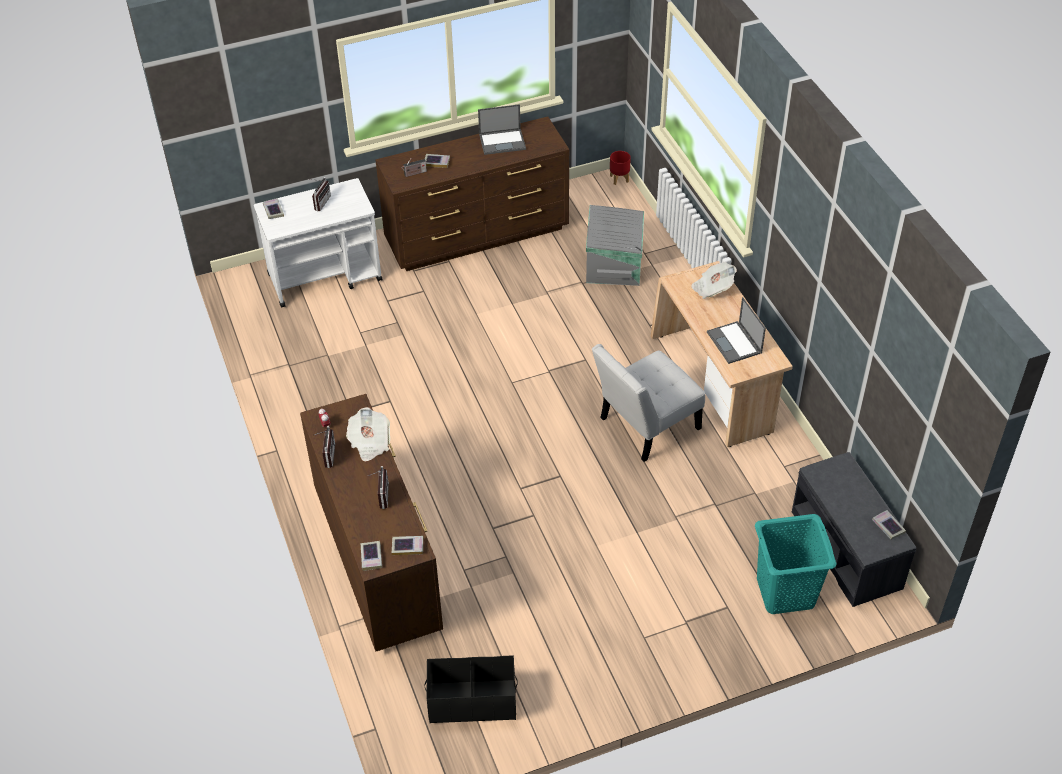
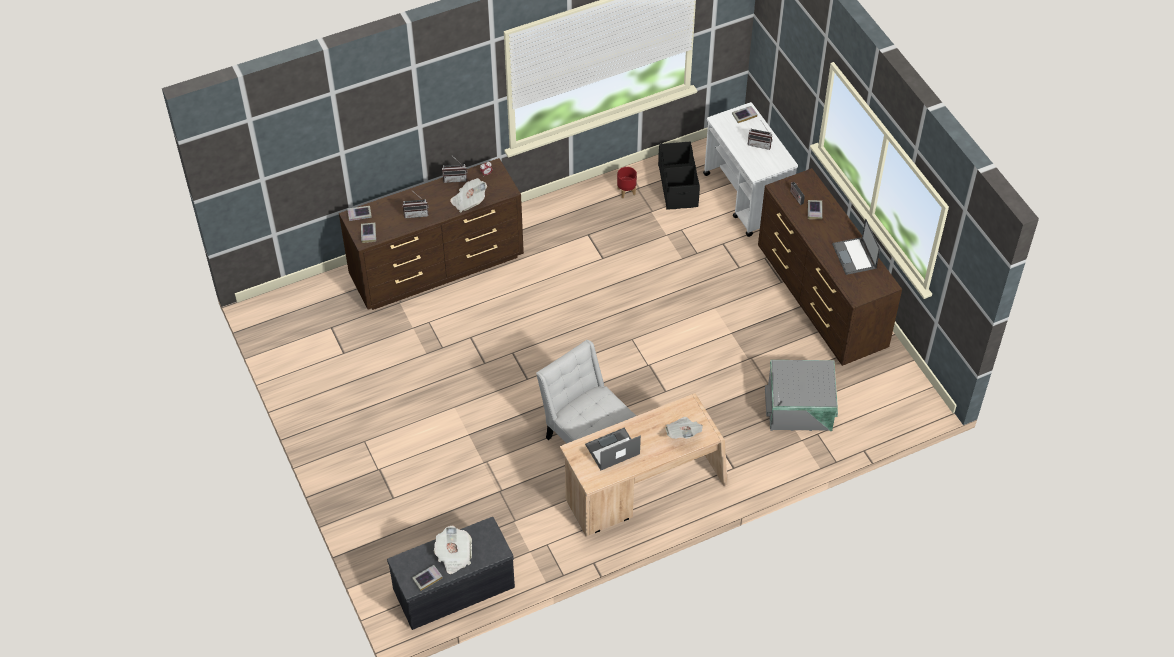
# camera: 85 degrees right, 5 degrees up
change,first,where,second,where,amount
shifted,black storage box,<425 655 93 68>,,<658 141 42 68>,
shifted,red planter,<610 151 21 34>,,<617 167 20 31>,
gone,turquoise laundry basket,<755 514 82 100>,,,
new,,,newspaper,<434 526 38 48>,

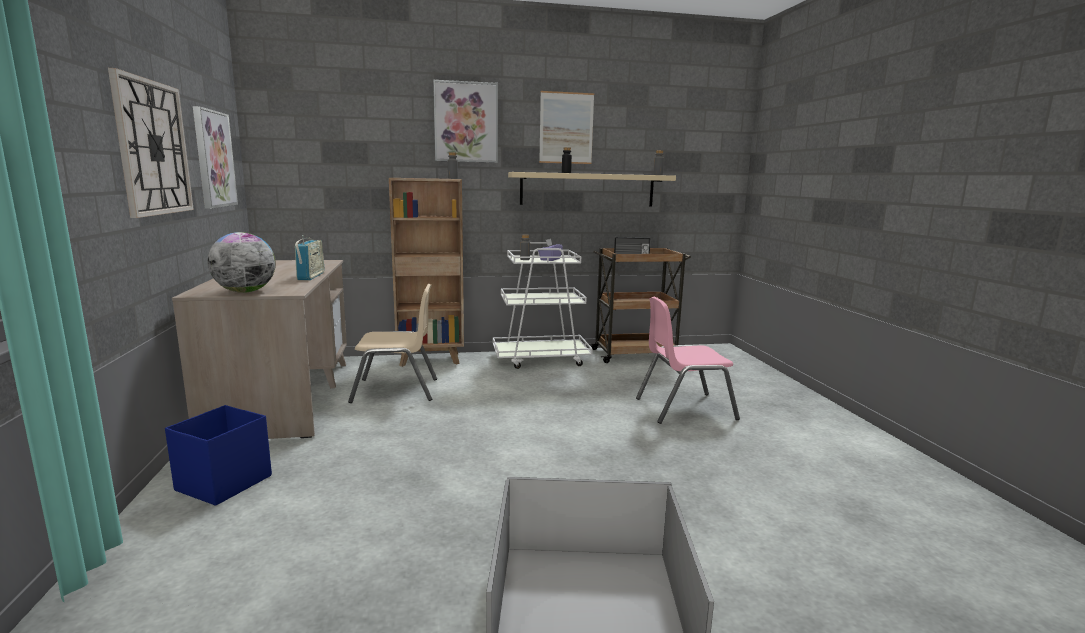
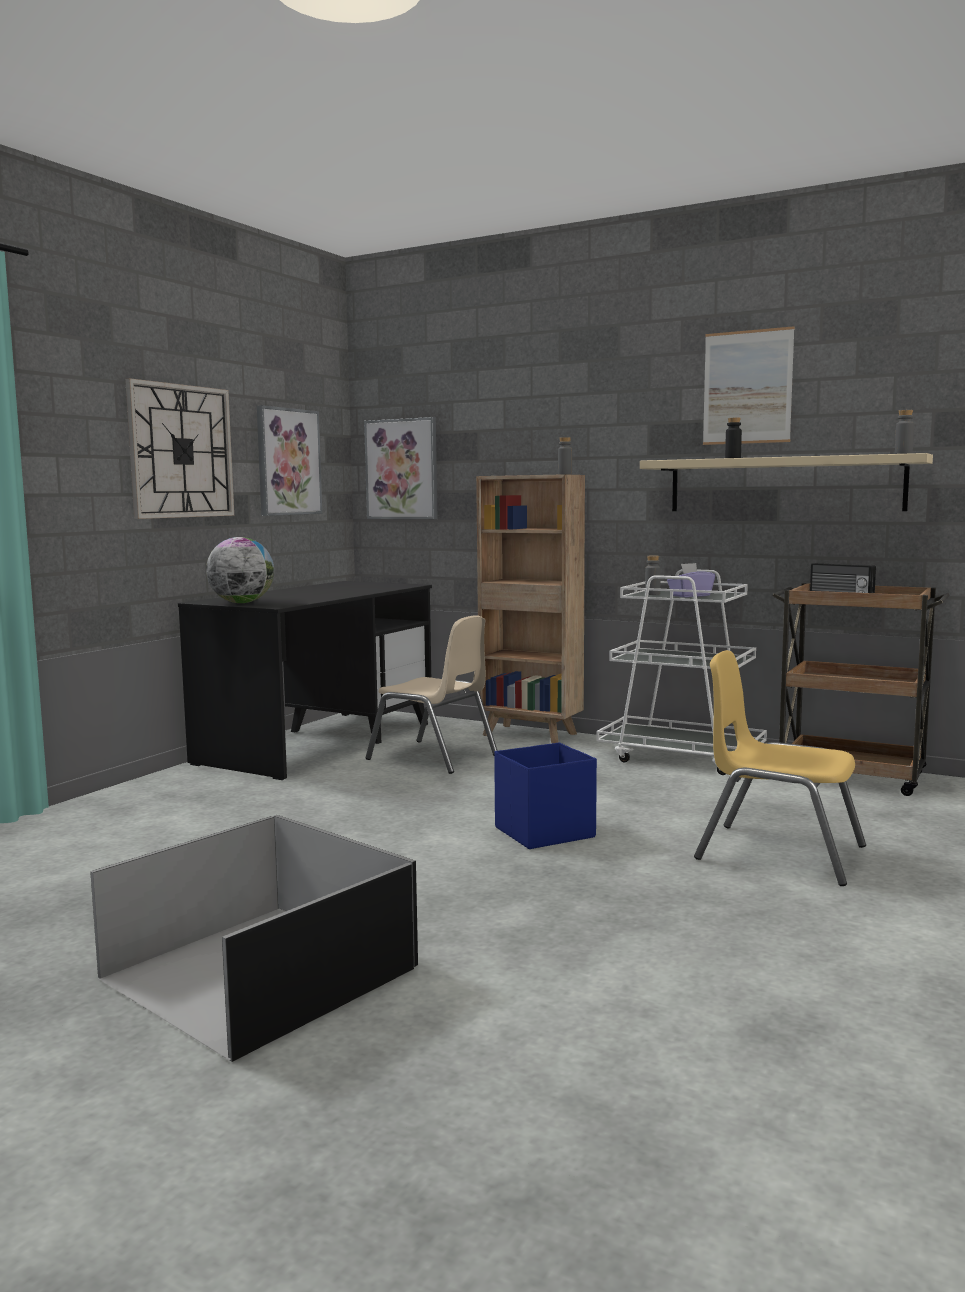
# camera: 40 degrees right, 5 degrees down
change,first,where,second,where,amount
shifted,blue storage box,<165 405 107 101>,,<494 742 103 107>,
repainted,beige desk,<172 260 175 179>,black desk,<178 581 254 199>,
gone,radio,<295 235 30 45>,,,
shifted,picture,<433 80 65 83>,,<364 417 74 102>,
repainted,pink chair,<636 297 104 127>,yellow chair,<694 650 172 236>,

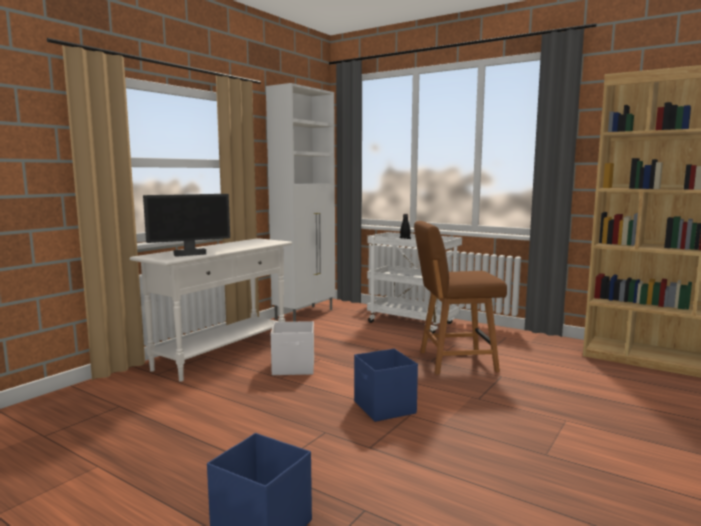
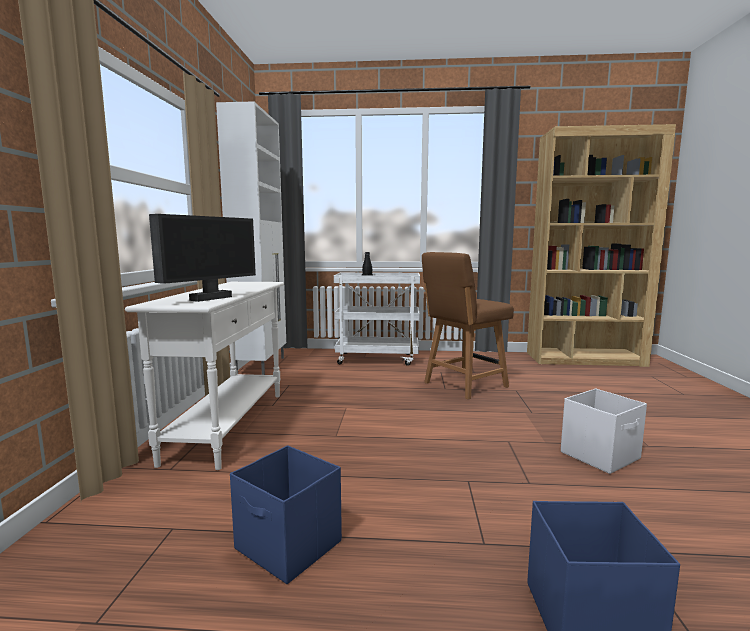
# camera: 30 degrees left, 0 degrees up
change,first,where,second,where,amount
shifted,white storage box,<271 321 43 54>,,<561 388 86 86>,
shifted,blue storage box,<354 349 64 73>,,<230 446 112 138>,

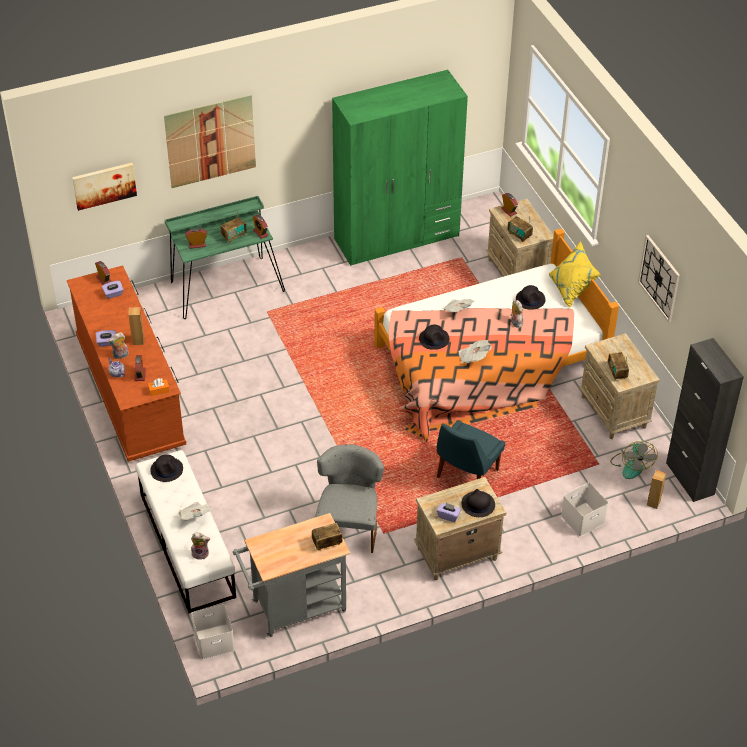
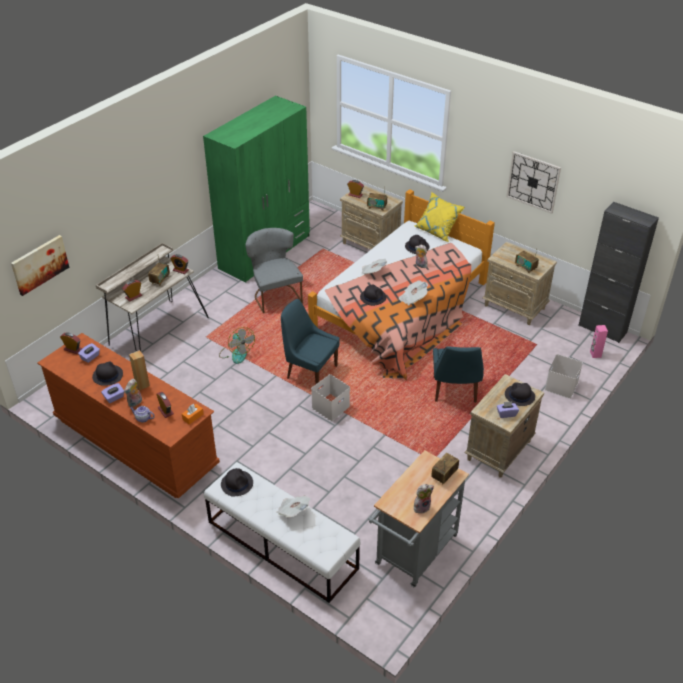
# camera: 30 degrees left, 5 degrees down
change,first,where,second,where,amount
gone,picture,<164 95 92 93>,,,
repainted,green desk,<165 196 120 123>,beige desk,<96 243 113 108>,
shifted,plush toy,<191 533 19 27>,,<414 484 20 29>,
shifted,white storage box,<191 604 44 56>,,<311 374 39 47>,
shifted,grey chair,<315 444 69 109>,,<245 228 58 85>,
shifted,fan,<610 441 48 38>,,<219 327 36 37>,
repainted,brown speaker,<647 470 19 39>,pink speaker,<590 325 18 33>,
new,,,black hat,<92 362 31 24>,
new,,,blue chair,<281 299 59 91>,

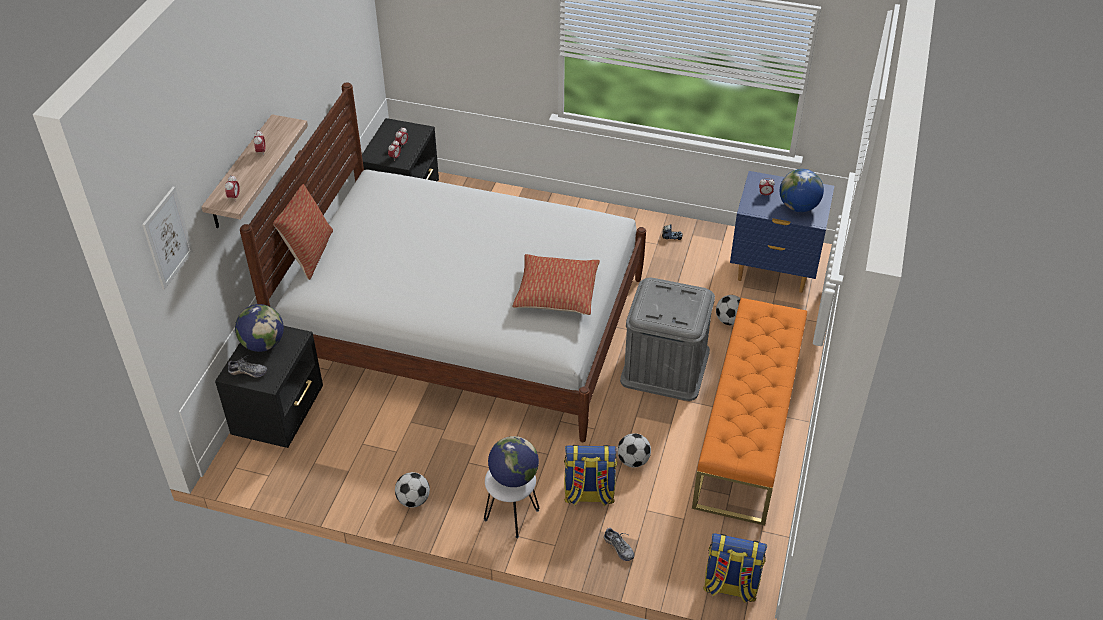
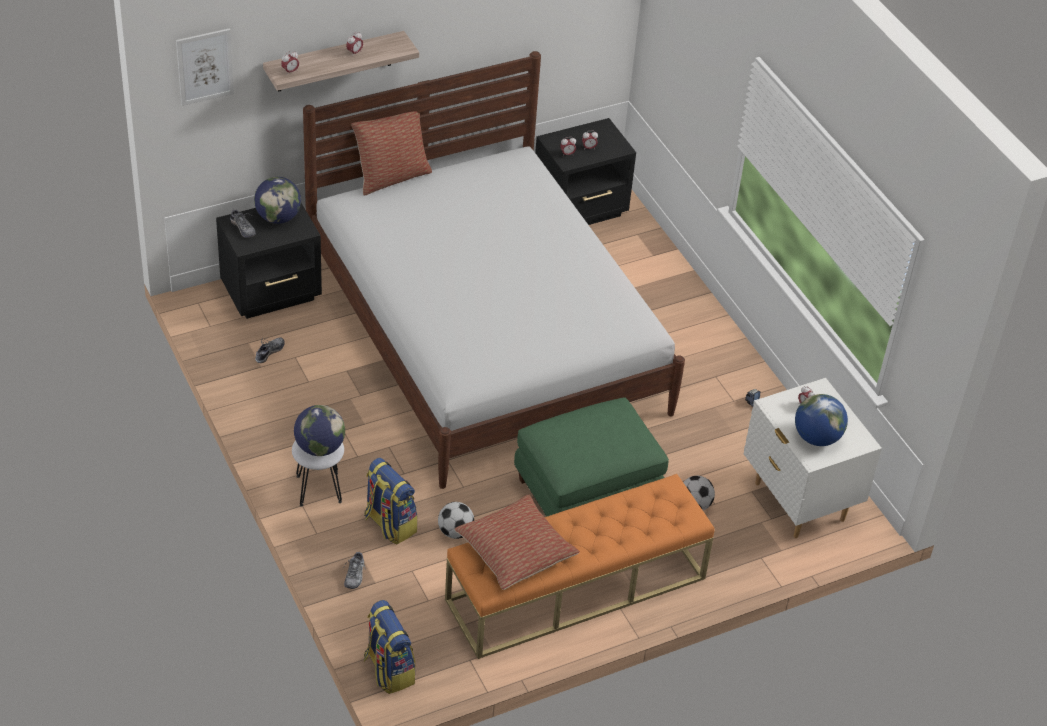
# camera: 45 degrees right, 0 degrees up
change,first,where,second,where,amount
gone,football,<395 472 35 36>,,,
shifted,pillow,<512 254 88 61>,,<454 495 126 95>,
swapped,grey storage box,<620 278 95 123>,green ottoman,<514 397 155 120>,
repainted,blue nightstand,<730 171 104 122>,white nightstand,<744 378 138 160>,
new,,,shoe,<255 337 30 26>,

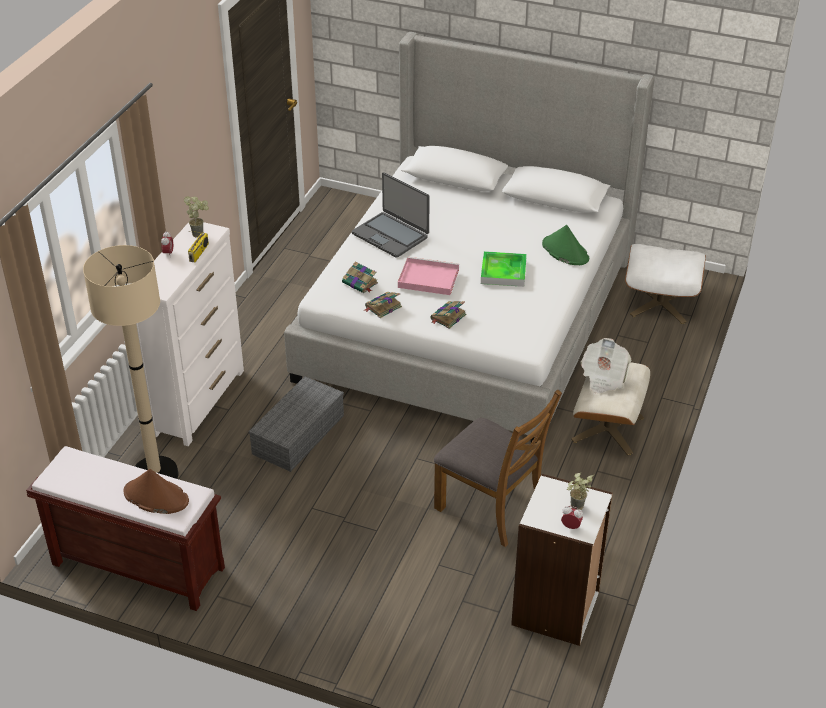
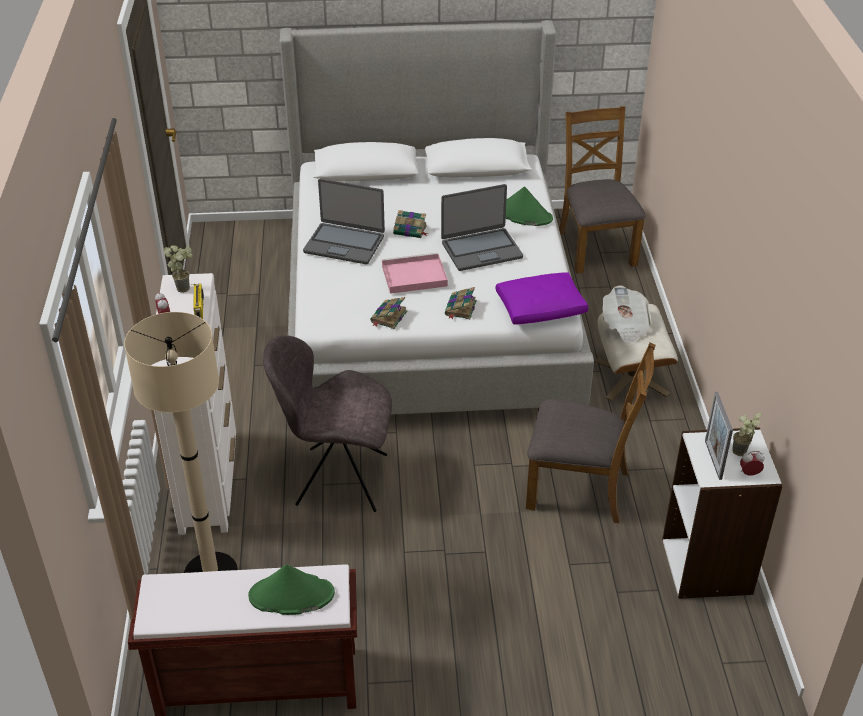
# camera: 25 degrees left, 0 degrees up
change,first,where,second,where,amount
repainted,brown hat,<124 469 65 45>,green hat,<248 564 87 51>,
swapped,grey storage box,<249 376 95 96>,grey chair,<263 335 129 177>,
shifted,book,<342 261 36 32>,,<393 210 35 28>,
swapped,tray,<481 251 46 36>,laptop,<441 184 82 87>,
swapped,white ottoman,<625 244 81 80>,brown chair,<559 106 87 168>,
new,,,purple pillow,<496 272 93 52>,
new,,,picture frame,<705 392 28 88>,

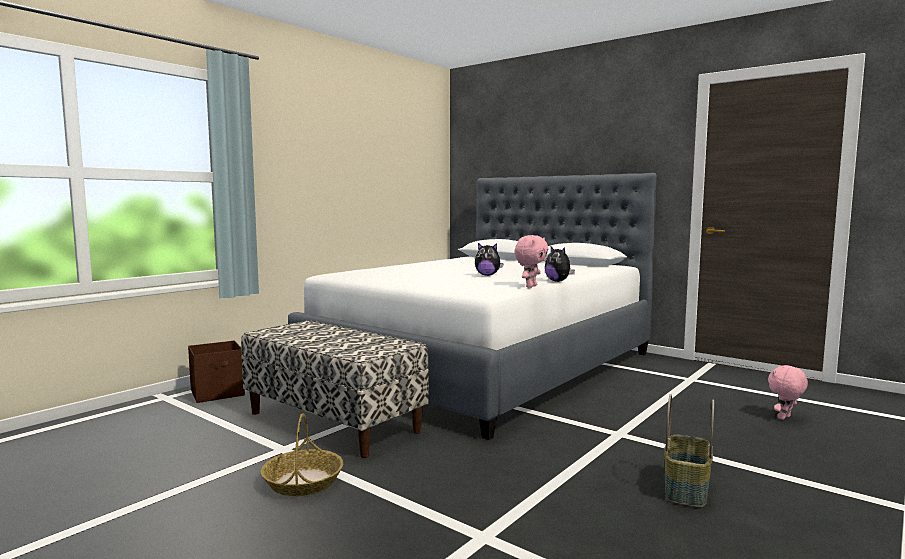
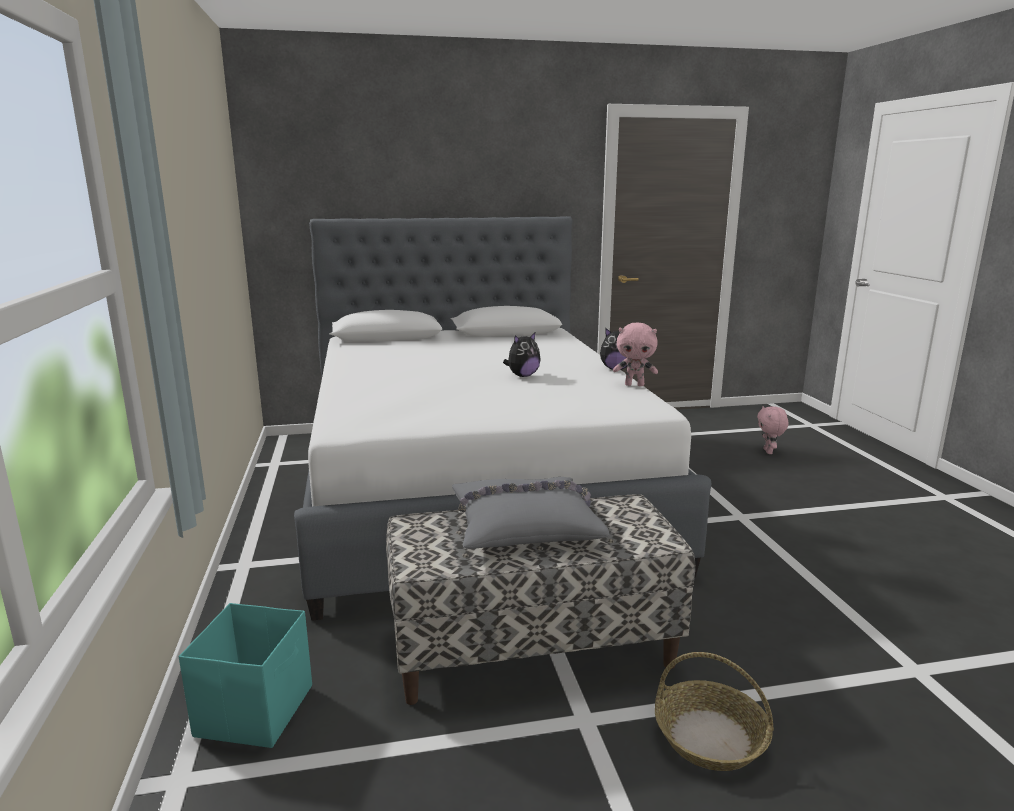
# camera: 50 degrees left, 10 degrees up
change,first,where,second,where,amount
repainted,brown storage box,<188 341 57 62>,turquoise storage box,<179 603 133 145>,
rotated,pink plush toy,<514 235 34 53>,,<613 323 45 63>,120 degrees clockwise
gone,basket,<664 394 50 113>,,,
new,,,grey pillow,<452 477 158 72>,

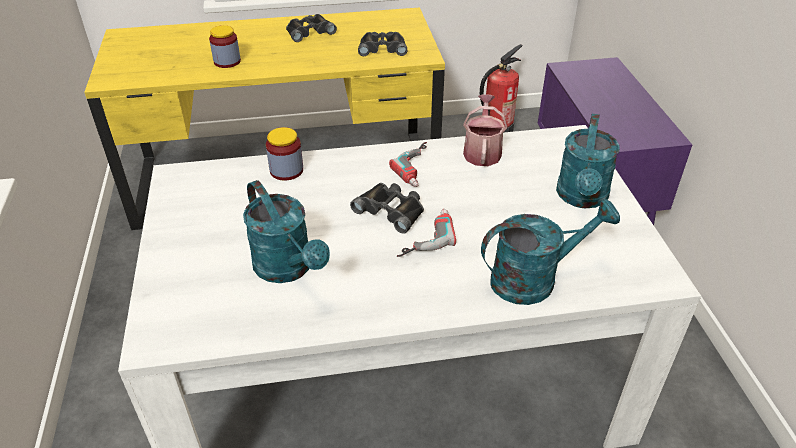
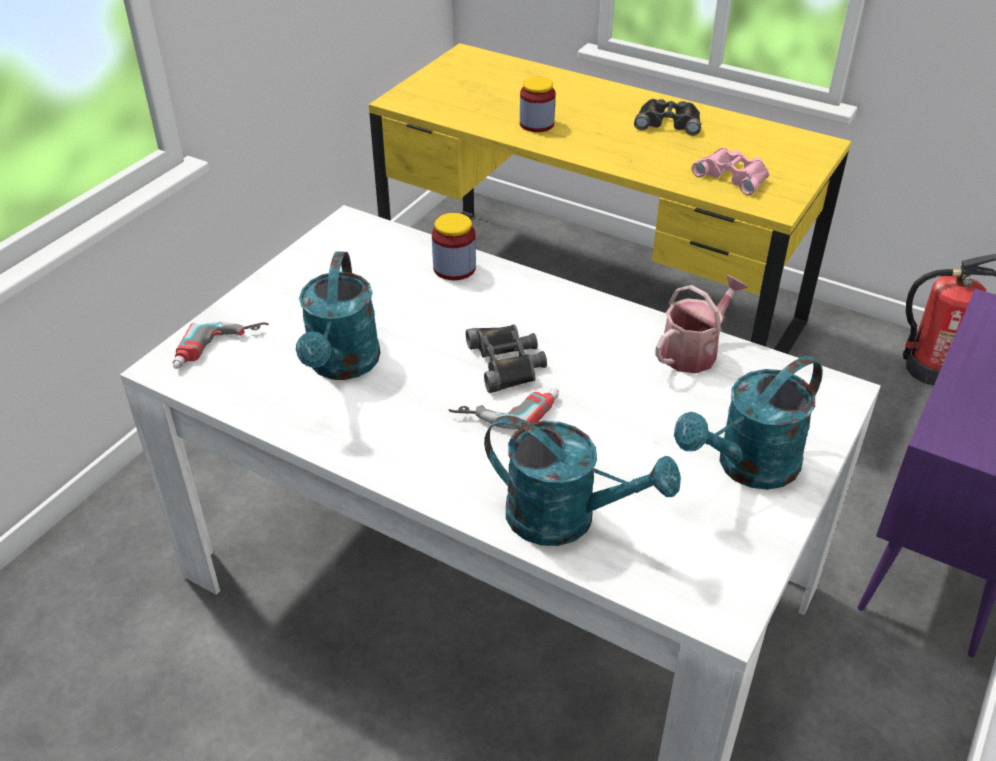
# camera: 40 degrees right, 0 degrees up
change,first,where,second,where,amount
repainted,black binoculars,<358 32 49 24>,pink binoculars,<691 147 78 48>,
shifted,power drill,<389 142 38 45>,,<173 322 96 47>,

